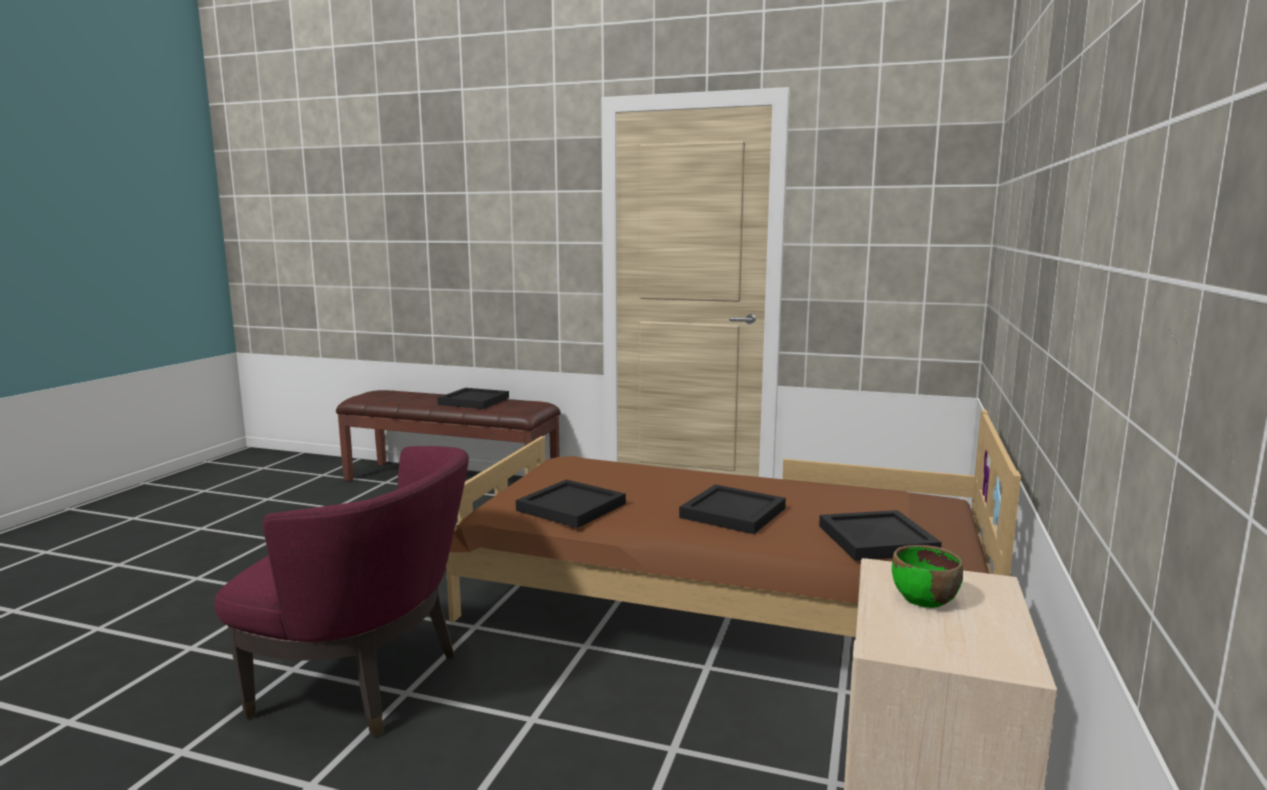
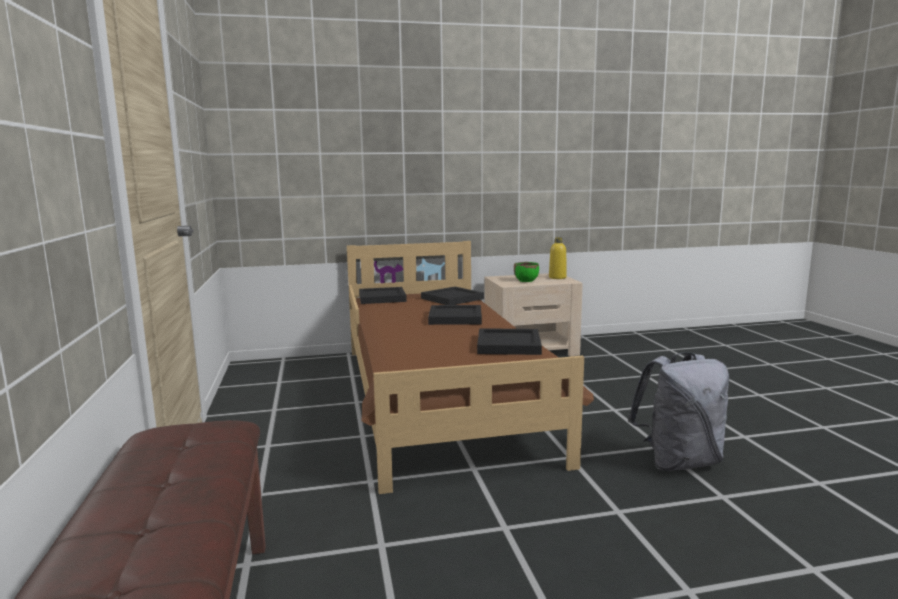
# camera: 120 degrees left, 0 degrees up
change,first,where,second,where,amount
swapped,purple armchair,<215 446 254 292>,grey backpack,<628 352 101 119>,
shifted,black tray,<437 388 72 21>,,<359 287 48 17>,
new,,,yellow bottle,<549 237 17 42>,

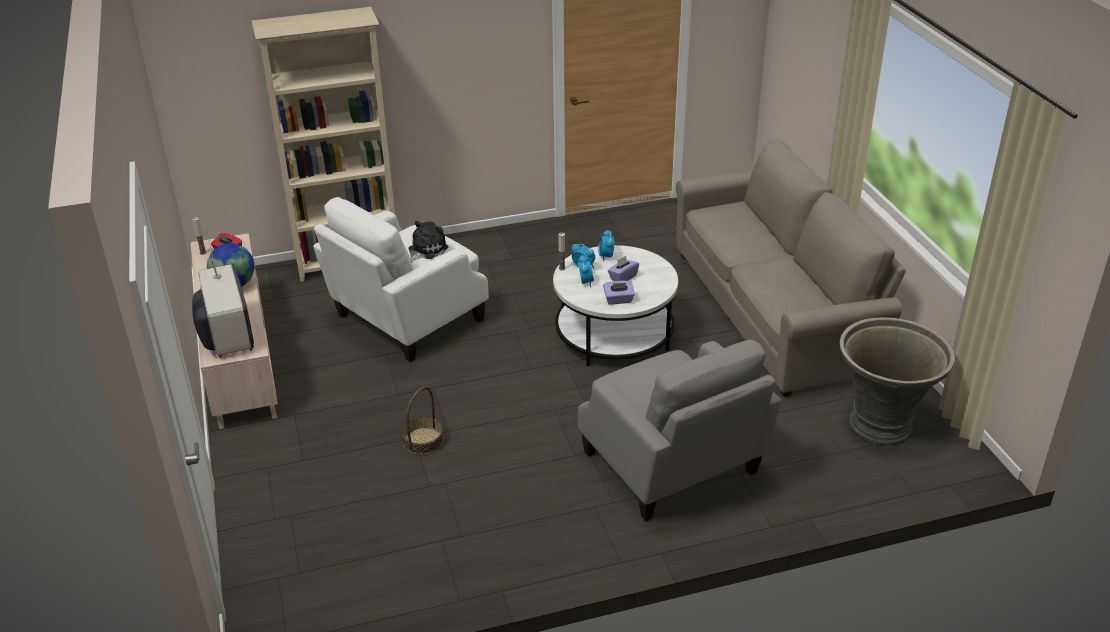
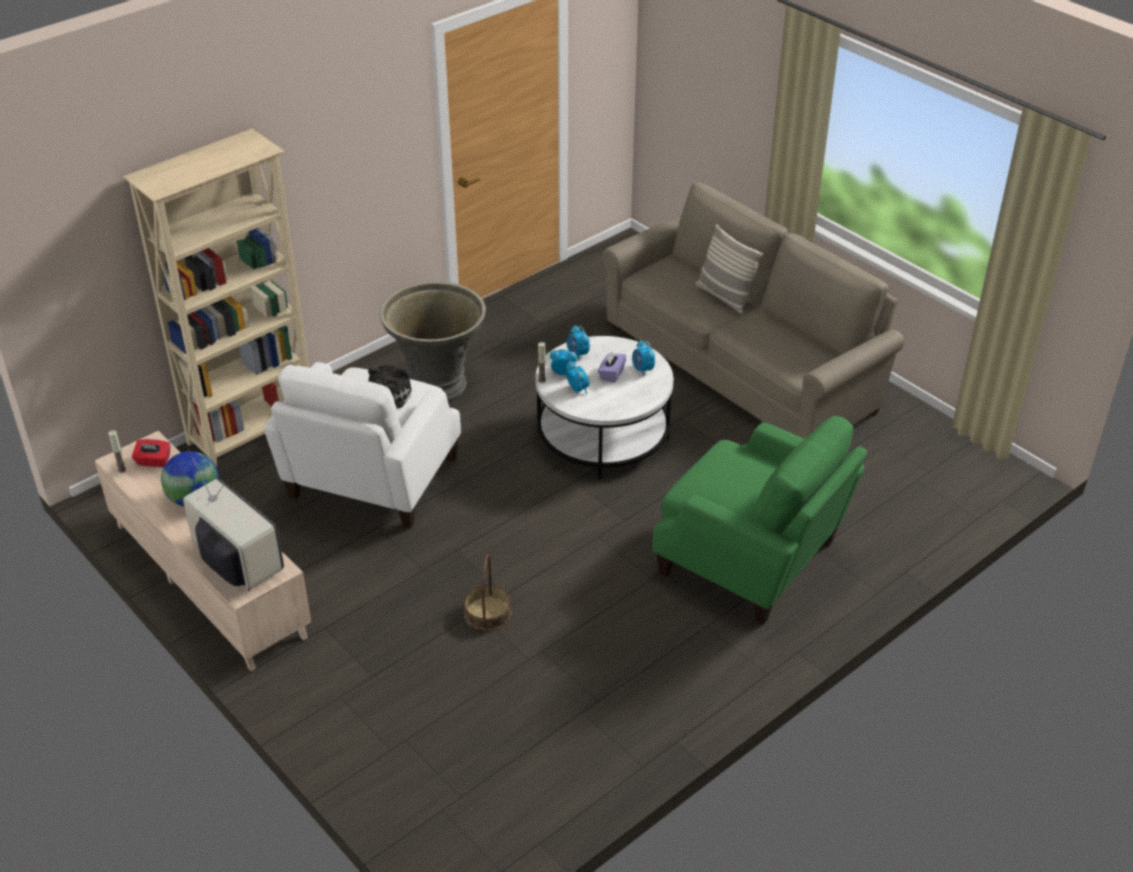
# camera: 25 degrees left, 5 degrees up
change,first,where,second,where,amount
repainted,grey armchair,<578 340 204 181>,green armchair,<652 416 215 209>,
gone,purple tissue box,<603 281 32 24>,,,
shifted,grey planter,<839 317 116 128>,,<380 281 106 120>,
new,,,alarm clock,<632 340 23 36>,
new,,,pillow,<695 224 68 90>,

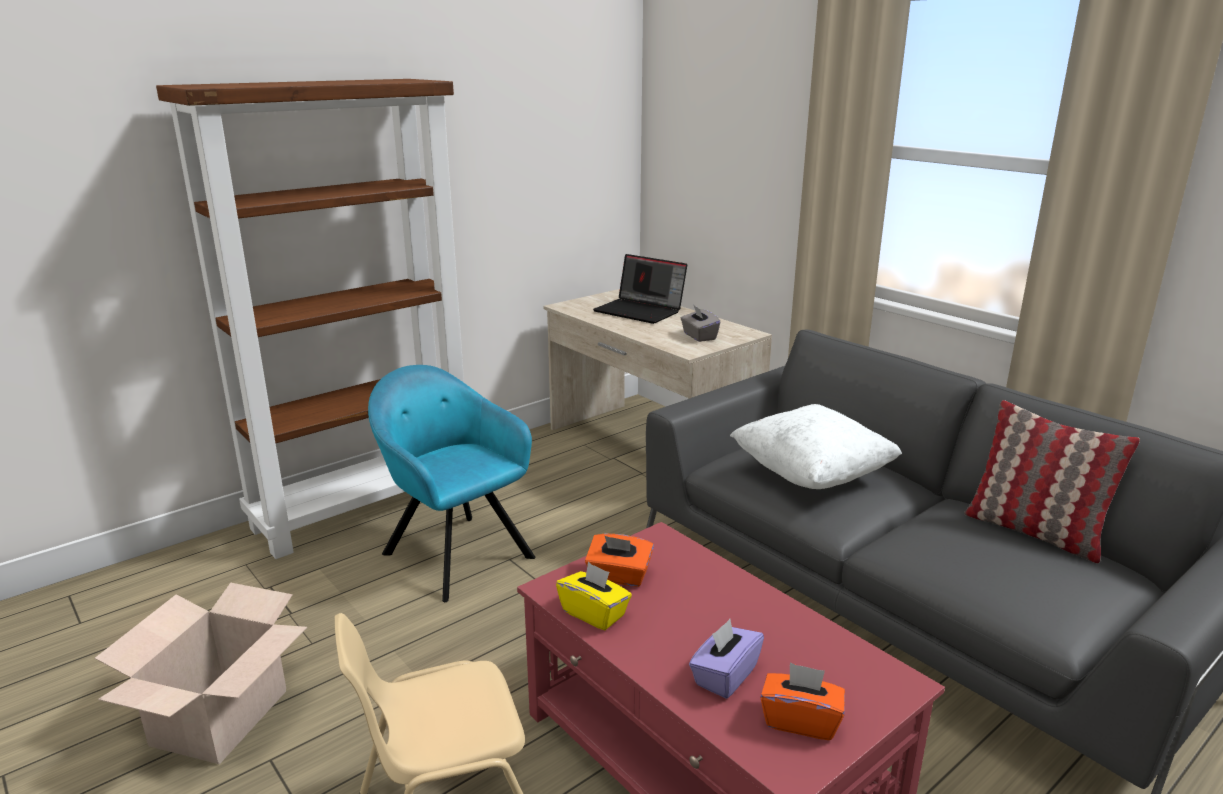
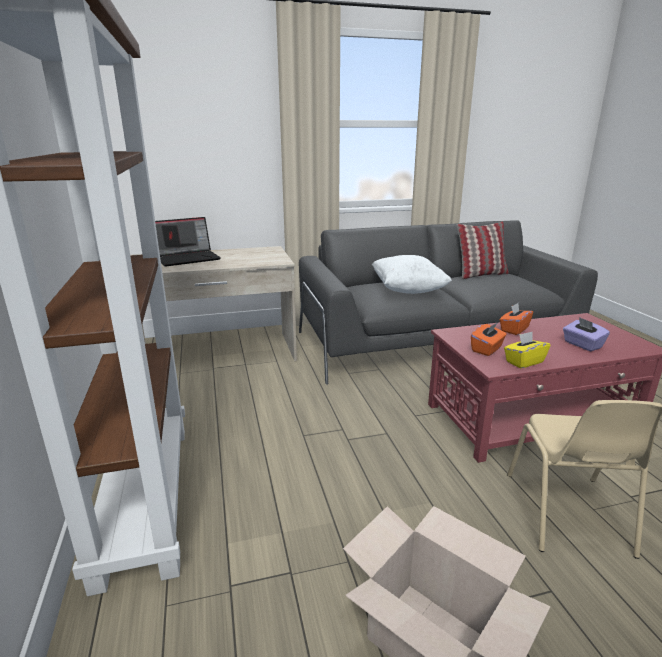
# camera: 65 degrees left, 0 degrees up
change,first,where,second,where,amount
gone,turquoise armchair,<368 365 168 237>,,,
gone,grey tissue box,<681 306 40 36>,,,
shifted,orange tissue box,<761 663 84 77>,,<500 303 33 32>,

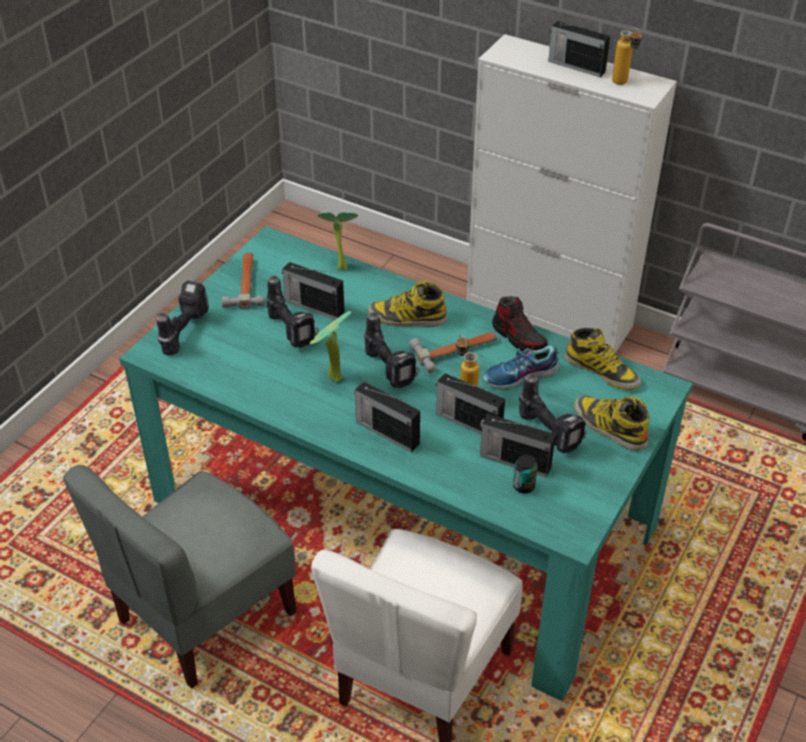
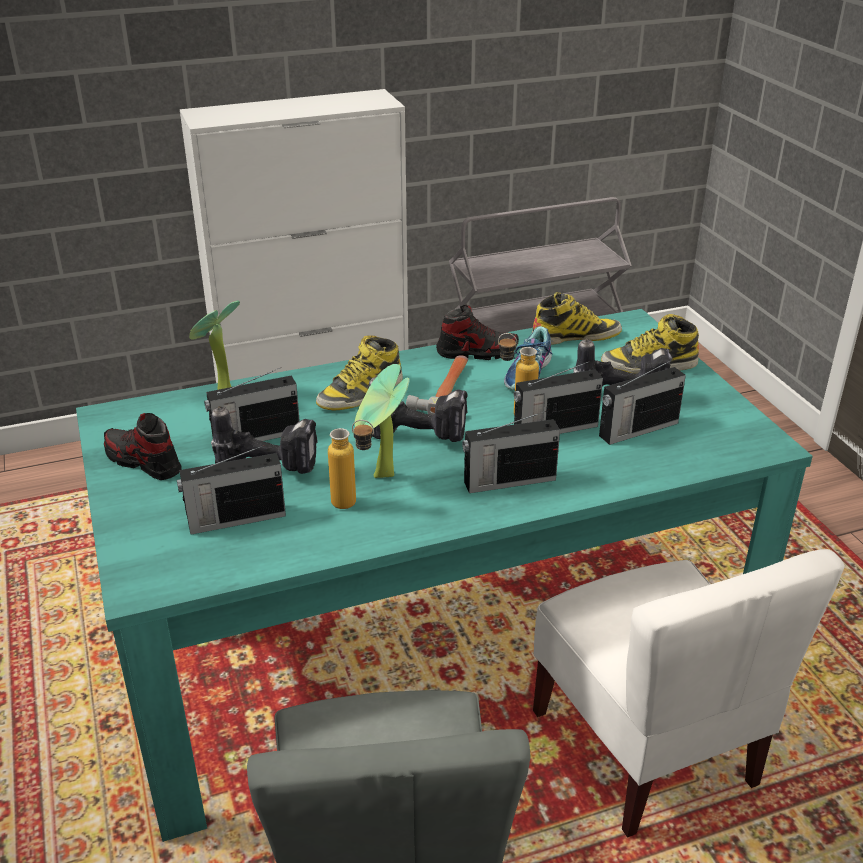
# camera: 50 degrees left, 10 degrees down
change,first,where,second,where,amount
gone,power drill,<156 280 53 76>,,,
swapped,hammer,<222 252 43 57>,shoe,<104 413 78 67>,
gone,can,<513 455 25 39>,,,
shifted,radio,<548 21 62 56>,,<177 445 109 90>,
shifted,bottle,<612 28 30 57>,,<328 420 46 89>,

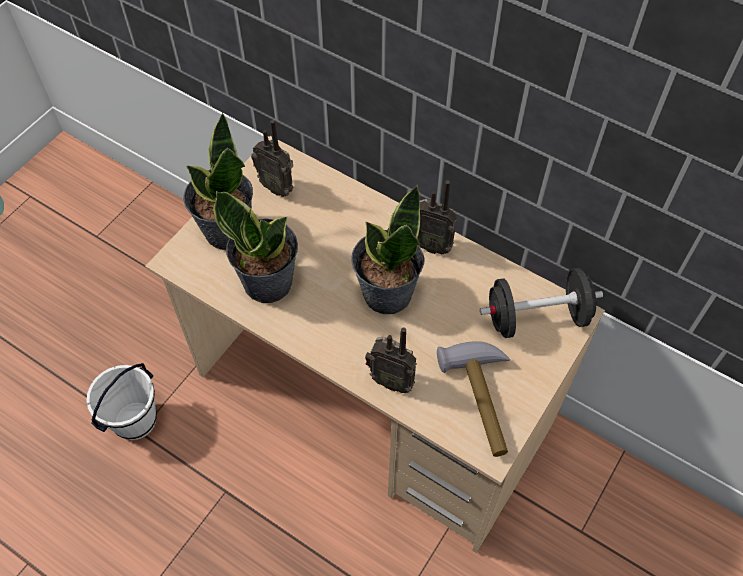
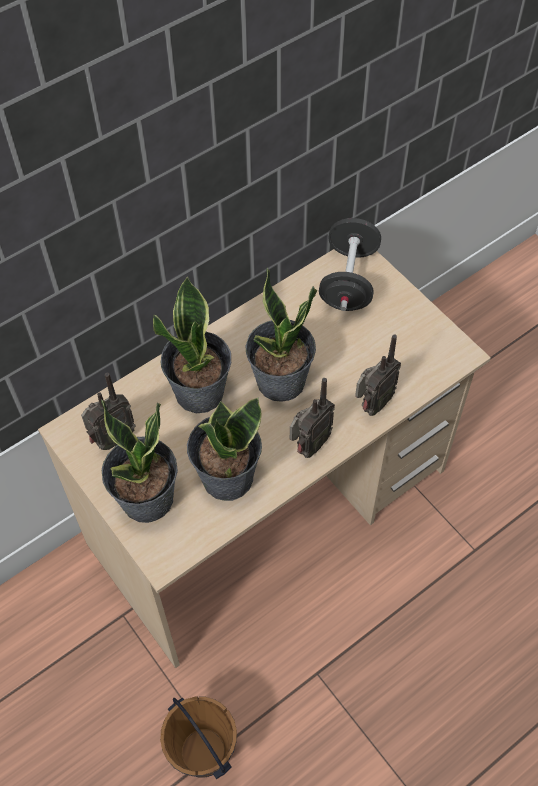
# camera: 70 degrees left, 0 degrees up
change,first,where,second,where,amount
repainted,white bucket,<86 363 71 77>,brown bucket,<160 697 77 82>,
shifted,radio,<417 180 40 74>,,<290 378 45 80>,
gone,hammer,<437 341 73 116>,,,
new,,,potted plant,<153 276 78 138>,

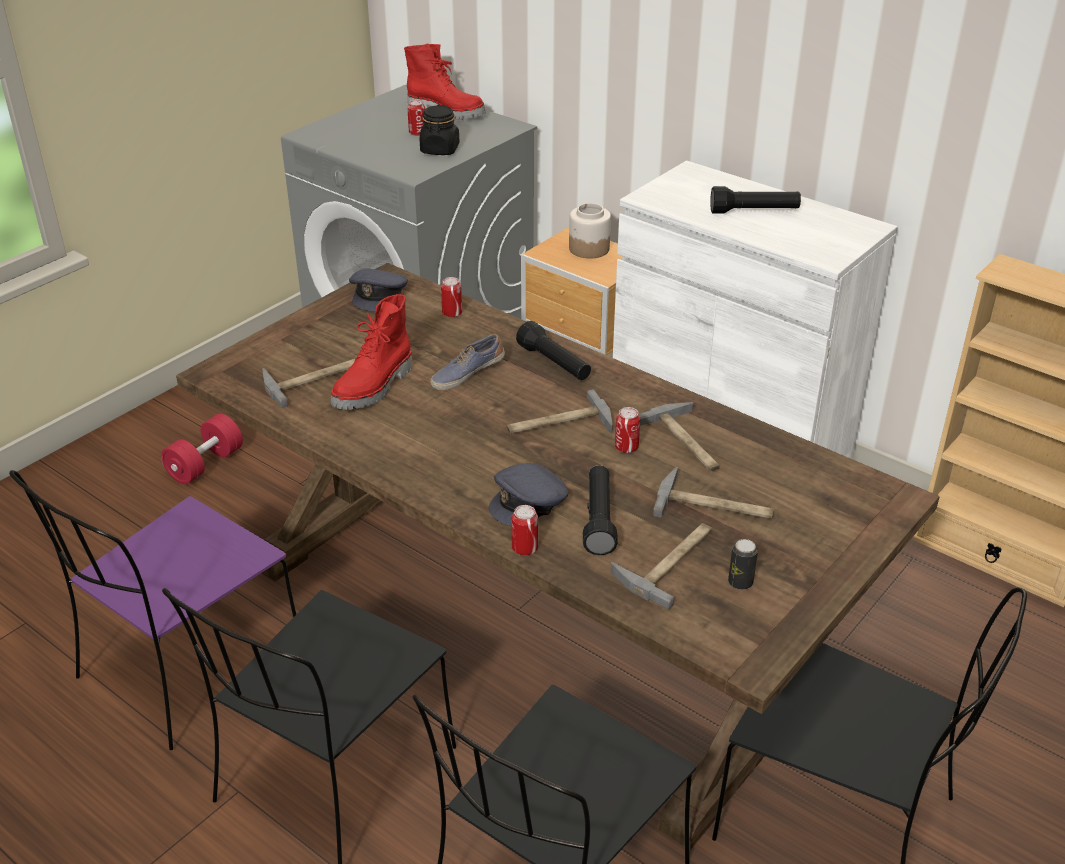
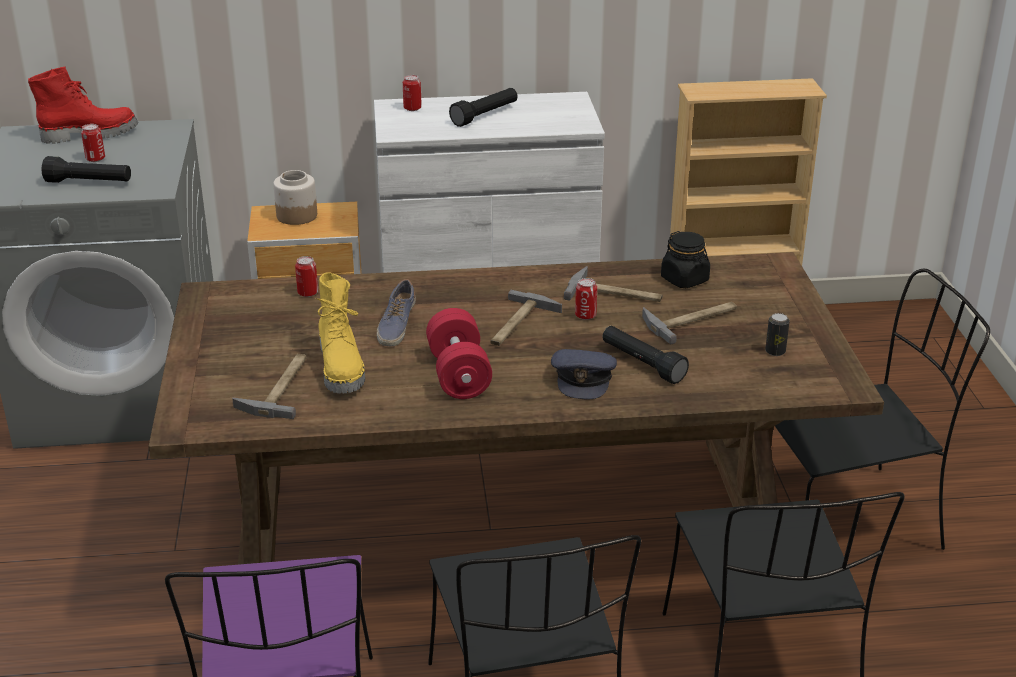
# camera: 45 degrees left, 5 degrees down
change,first,where,second,where,amount
shifted,red dumbbell,<161 414 82 70>,,<426 308 66 91>,
repainted,red boot,<331 294 81 116>,yellow boot,<316 272 49 122>,
gone,grey cap,<349 269 59 43>,,,
shifted,black jar,<420 105 40 50>,,<661 231 49 57>,
shifted,can,<512 505 26 50>,,<403 75 19 36>,
shifted,black flashlight,<516 321 75 59>,,<41 156 90 27>,
gone,hammer,<611 523 101 86>,,,

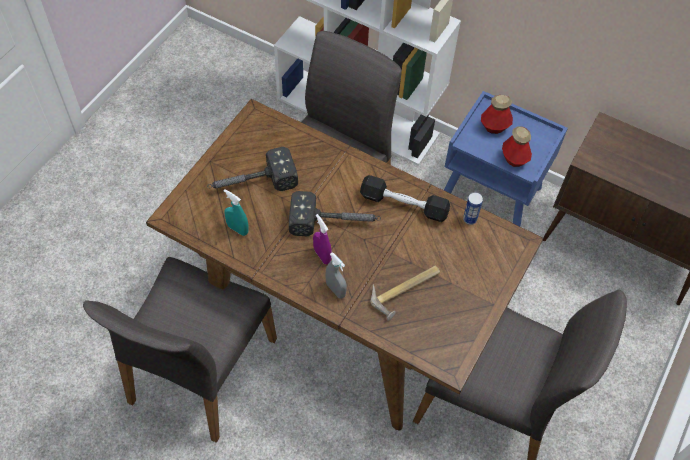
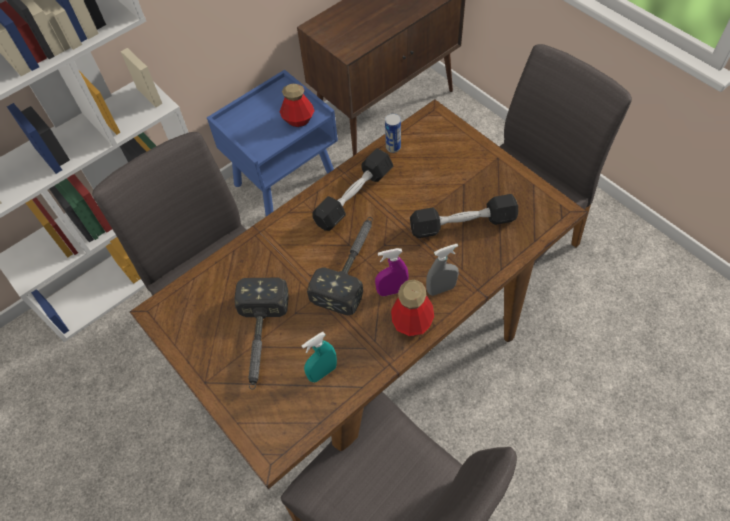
# camera: 65 degrees left, 0 degrees up
change,first,where,second,where,amount
swapped,hammer,<371 266 69 55>,black dumbbell,<410 194 108 44>,
shifted,bottle,<481 95 32 39>,,<391 279 43 57>,

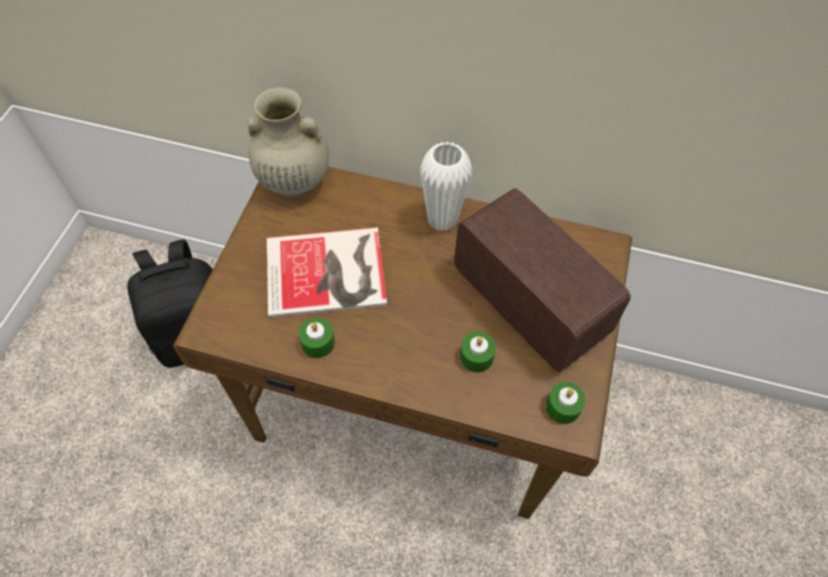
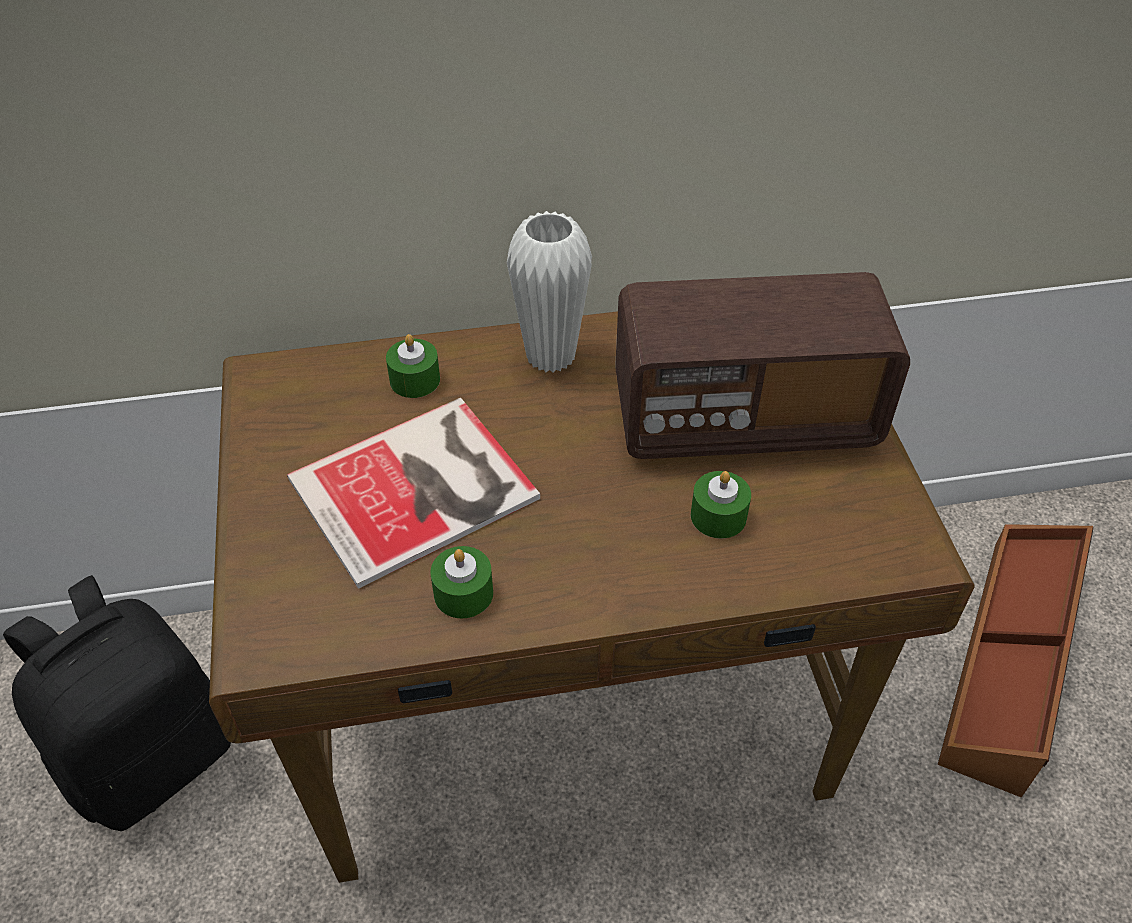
# camera: 25 degrees left, 10 degrees down
change,first,where,second,where,amount
gone,beige vase,<248 87 81 110>,,,
rotated,radio,<454 189 177 183>,,<615 272 295 187>,150 degrees clockwise
shifted,green candle,<545 382 41 42>,,<386 334 54 64>,
new,,,brown storage box,<938 524 156 273>,

